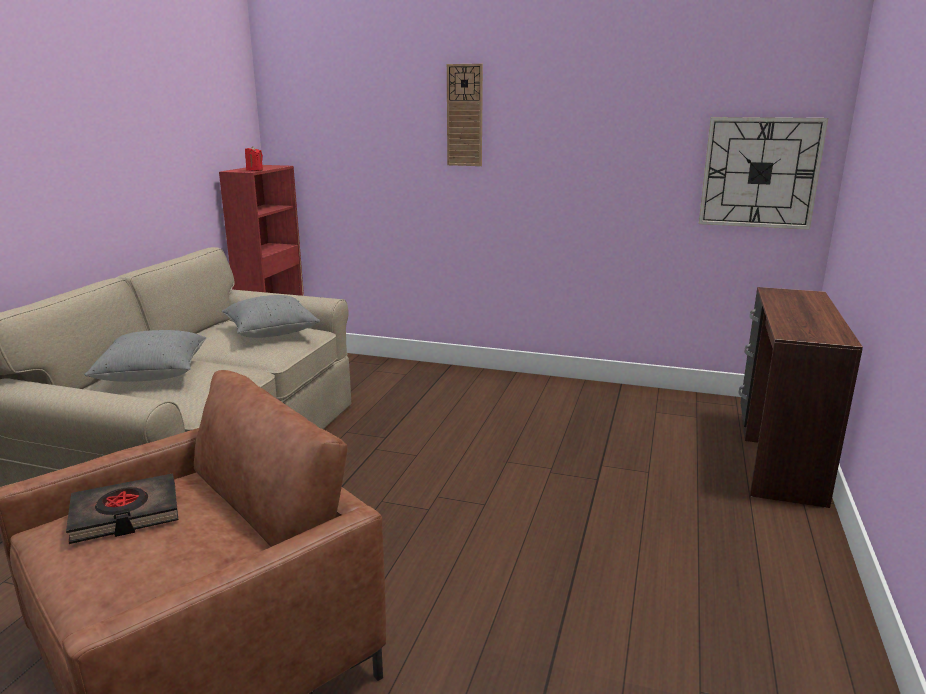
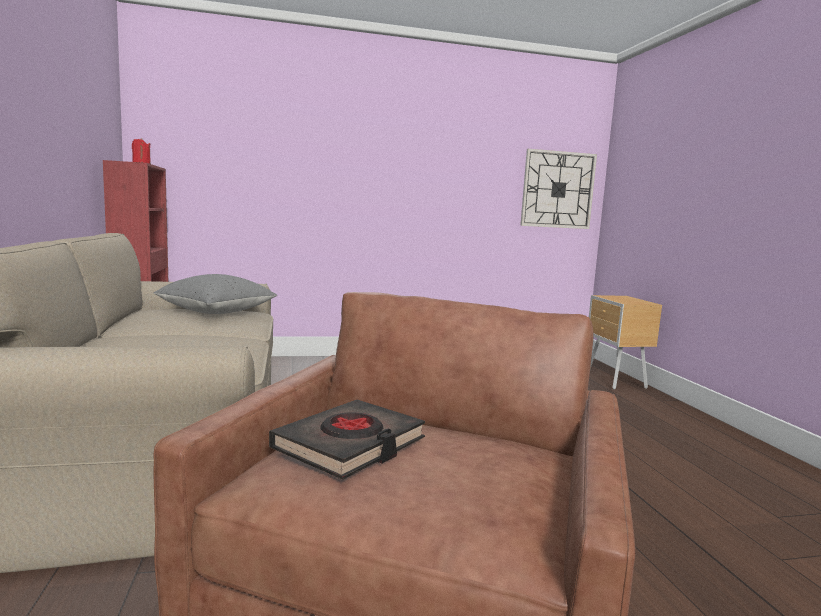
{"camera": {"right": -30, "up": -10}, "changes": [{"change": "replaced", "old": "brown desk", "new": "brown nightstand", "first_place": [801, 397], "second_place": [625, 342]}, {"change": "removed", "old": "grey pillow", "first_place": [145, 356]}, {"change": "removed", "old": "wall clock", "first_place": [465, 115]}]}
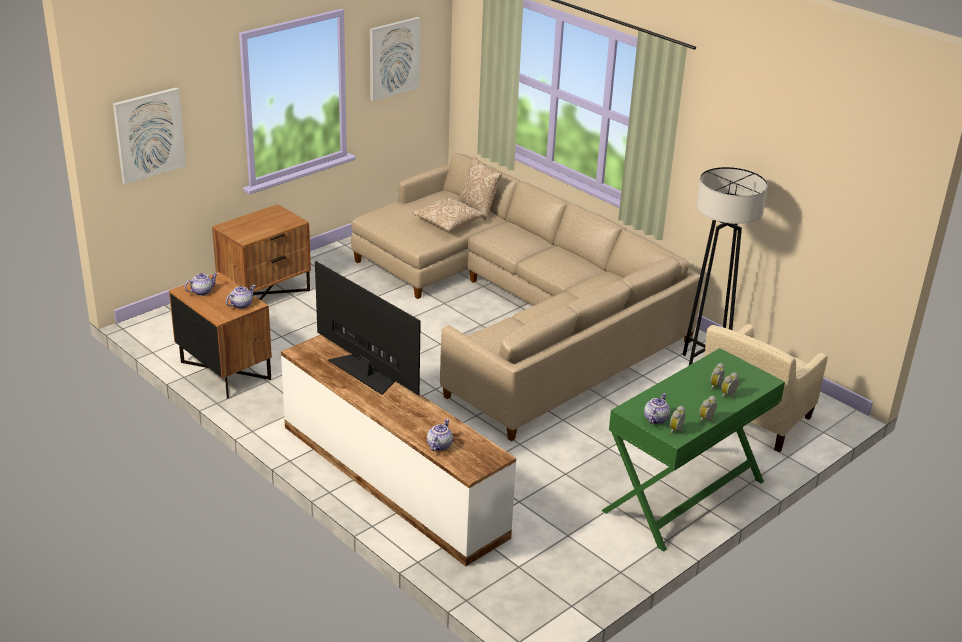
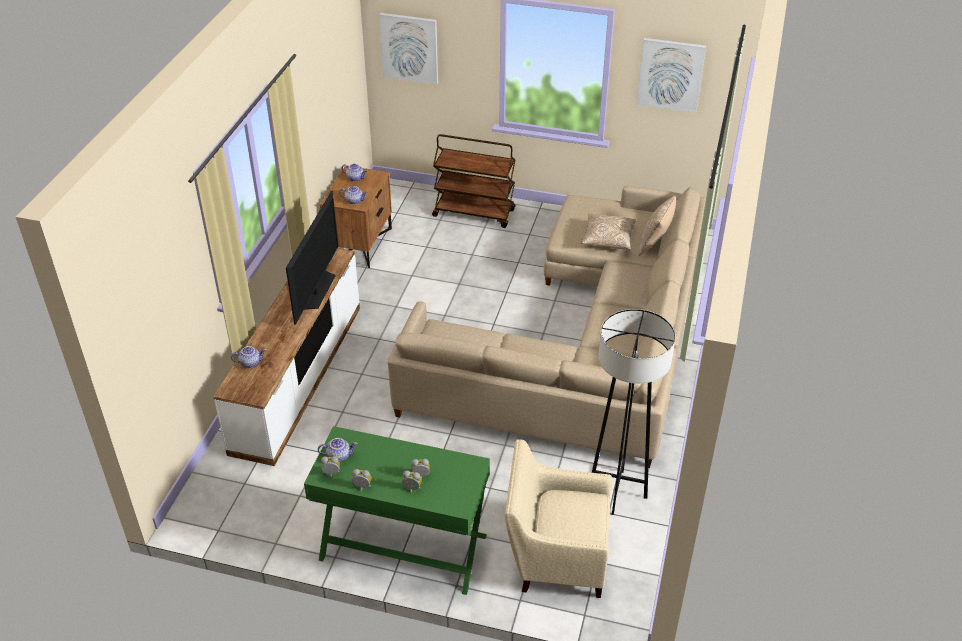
{"camera": {"right": 60, "up": 10}, "changes": [{"change": "replaced", "old": "brown nightstand", "new": "brown cart", "first_place": [261, 252], "second_place": [473, 181]}]}
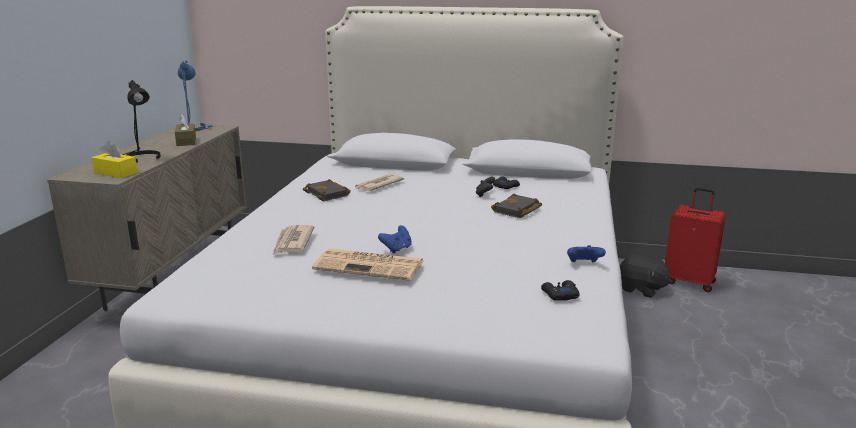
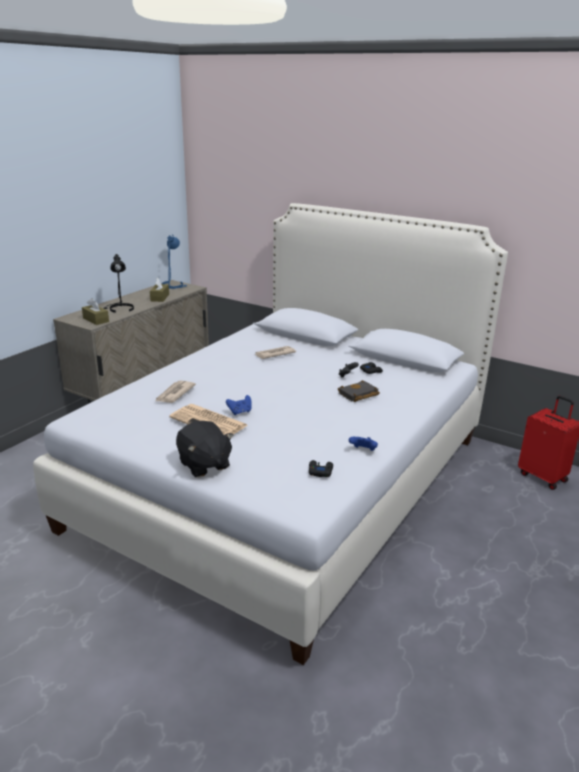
{"camera": {"right": 20, "up": 5}, "changes": [{"change": "recoloured", "old": "yellow tissue box", "new": "brown tissue box", "first_place": [115, 159], "second_place": [95, 311]}, {"change": "moved", "old": "black plush toy", "first_place": [646, 276], "second_place": [204, 449]}, {"change": "removed", "old": "black book", "first_place": [327, 190]}]}
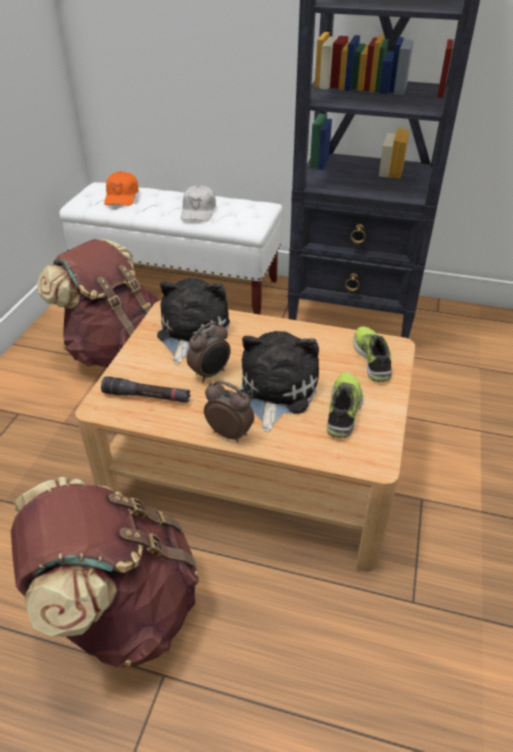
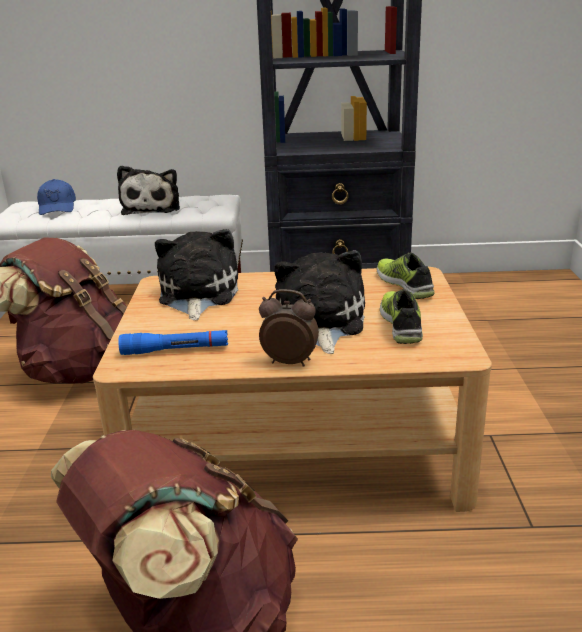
{"camera": {"right": -15, "up": -15}, "changes": [{"change": "recoloured", "old": "orange cap", "new": "blue cap", "first_place": [121, 188], "second_place": [56, 197]}, {"change": "replaced", "old": "white cap", "new": "plush toy", "first_place": [198, 203], "second_place": [148, 190]}, {"change": "recoloured", "old": "black flashlight", "new": "blue flashlight", "first_place": [145, 389], "second_place": [173, 342]}, {"change": "removed", "old": "alarm clock", "first_place": [208, 352]}]}
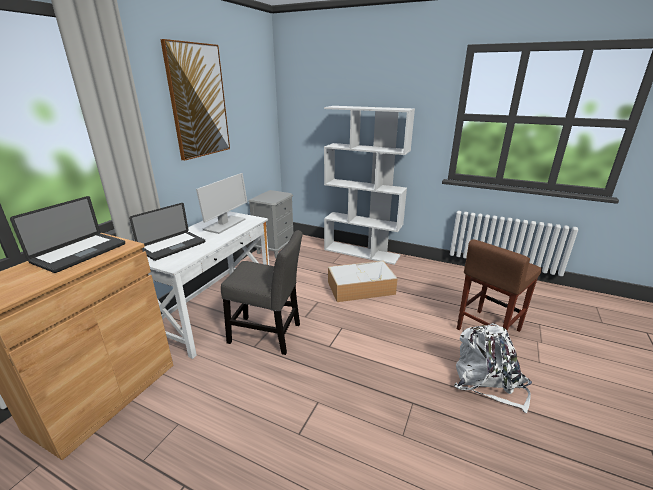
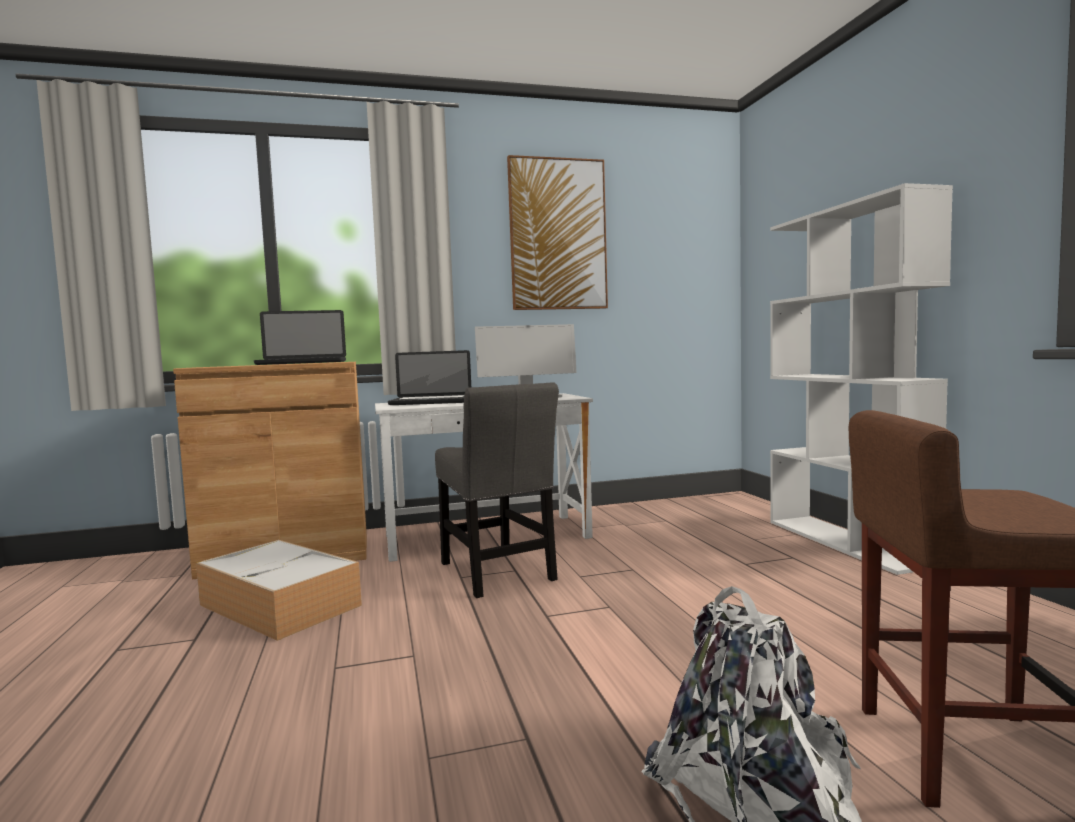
{"camera": {"right": 50, "up": -20}, "changes": [{"change": "moved", "old": "storage box", "first_place": [363, 281], "second_place": [279, 590]}, {"change": "removed", "old": "grey nightstand", "first_place": [270, 224]}]}
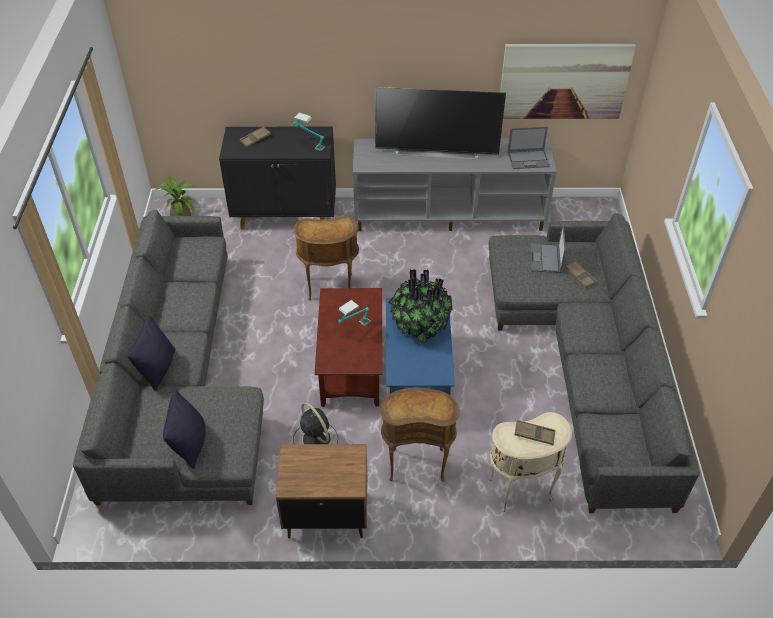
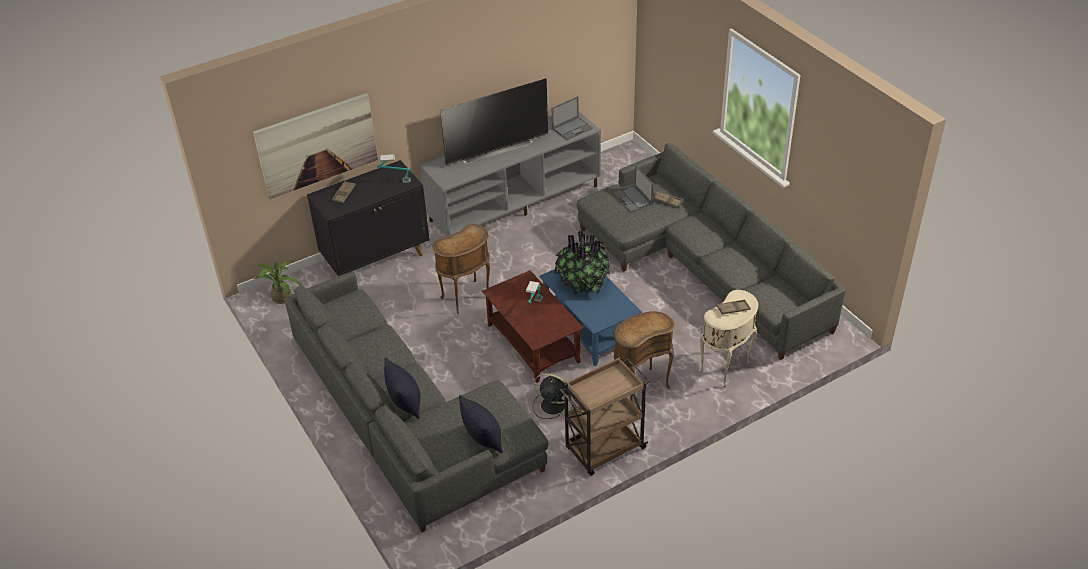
{"camera": {"right": -30, "up": -5}, "changes": [{"change": "moved", "old": "picture", "first_place": [568, 81], "second_place": [315, 146]}, {"change": "replaced", "old": "brown nightstand", "new": "brown cart", "first_place": [321, 491], "second_place": [605, 416]}]}
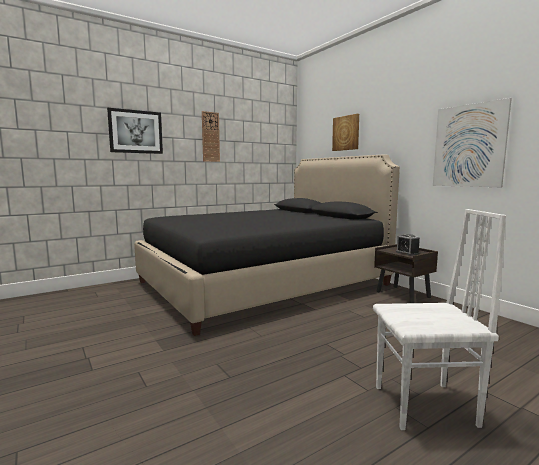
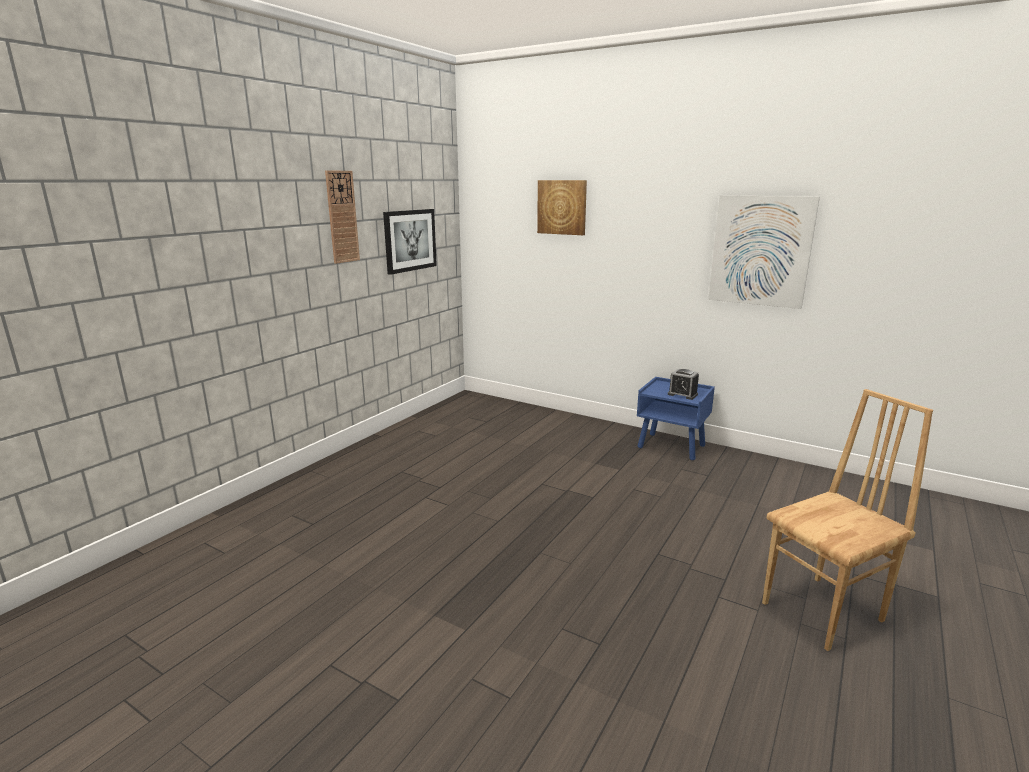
{"camera": {"right": -25, "up": 10}, "changes": [{"change": "moved", "old": "picture", "first_place": [135, 131], "second_place": [410, 242]}, {"change": "recoloured", "old": "brown nightstand", "new": "blue nightstand", "first_place": [406, 273], "second_place": [676, 418]}, {"change": "recoloured", "old": "white chair", "new": "brown chair", "first_place": [439, 319], "second_place": [847, 520]}, {"change": "removed", "old": "black bed", "first_place": [267, 245]}]}
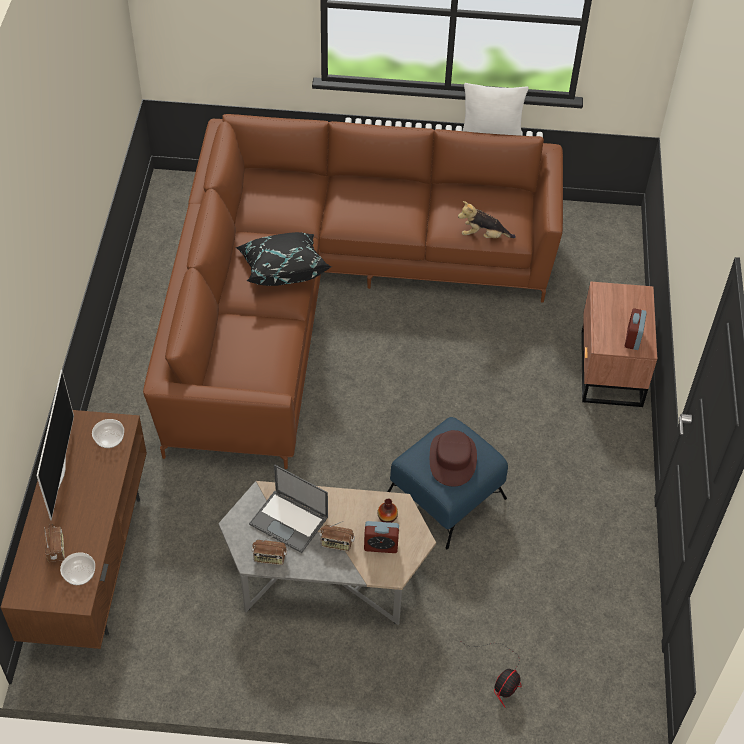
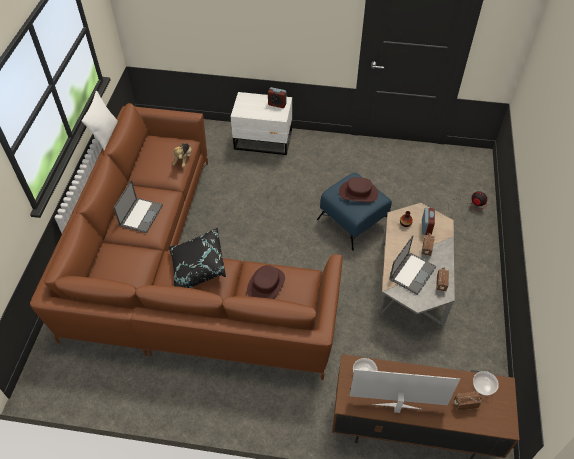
{"camera": {"right": -85, "up": 0}, "changes": [{"change": "added", "new": "laptop", "second_place": [138, 206]}, {"change": "recoloured", "old": "brown nightstand", "new": "white nightstand", "first_place": [619, 344], "second_place": [261, 123]}, {"change": "added", "new": "brown hat", "second_place": [266, 282]}]}
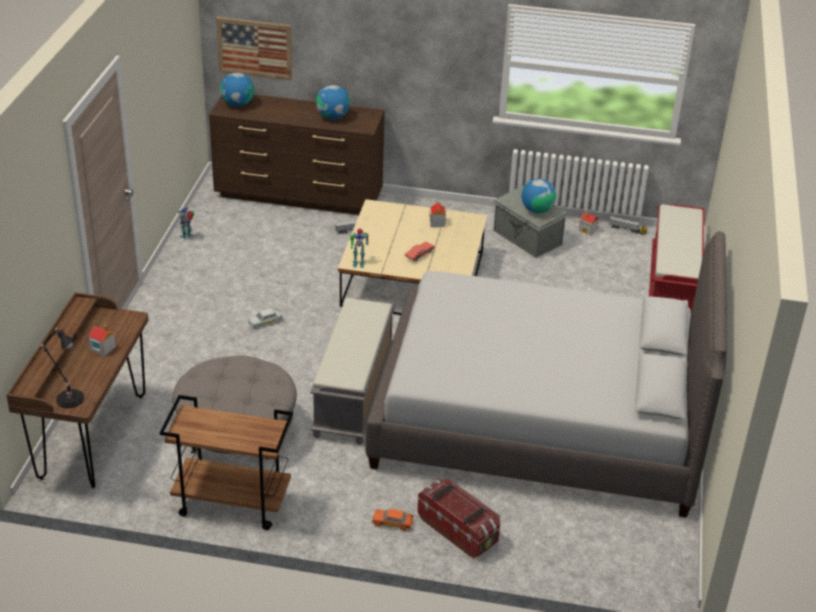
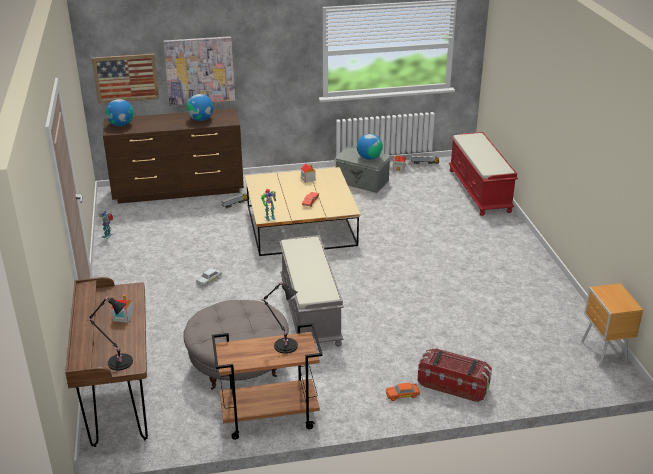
{"camera": {"right": -20, "up": -5}, "changes": [{"change": "added", "new": "picture", "second_place": [199, 70]}, {"change": "added", "new": "black table lamp", "second_place": [280, 318]}, {"change": "added", "new": "brown nightstand", "second_place": [612, 325]}, {"change": "removed", "old": "grey bed", "first_place": [546, 374]}]}
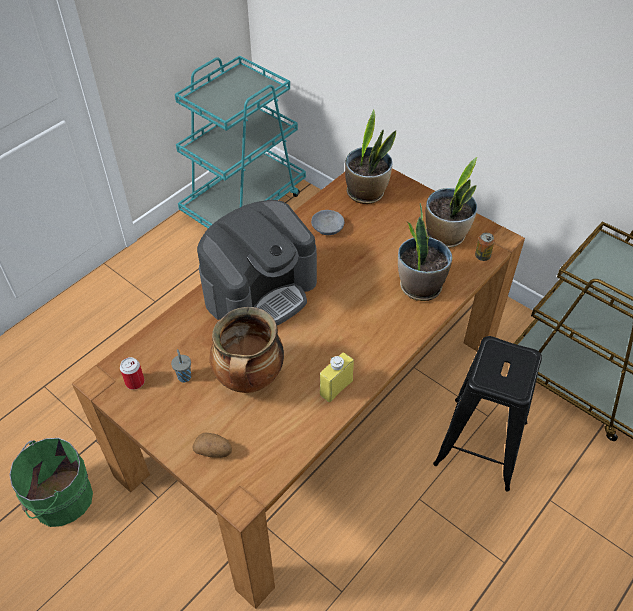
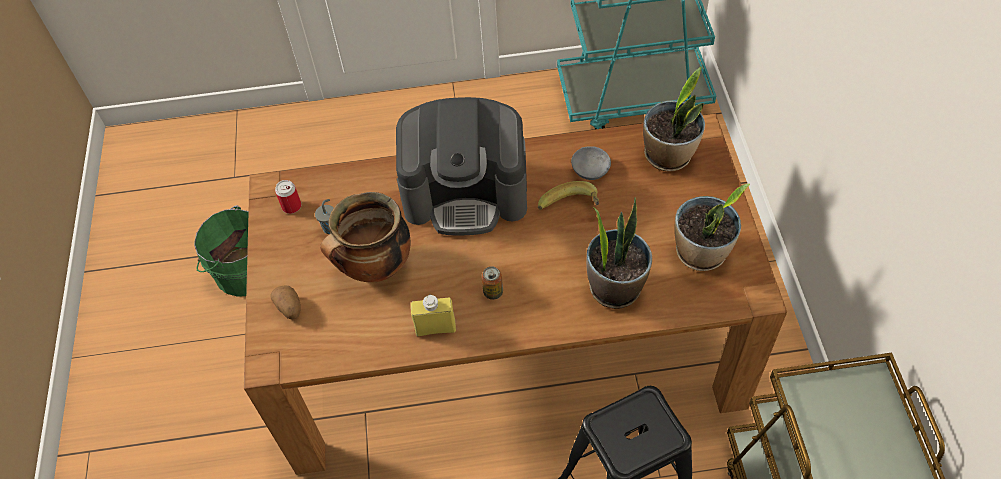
{"camera": {"right": 45, "up": 5}, "changes": [{"change": "moved", "old": "can", "first_place": [485, 247], "second_place": [492, 283]}, {"change": "added", "new": "banana", "second_place": [568, 195]}]}
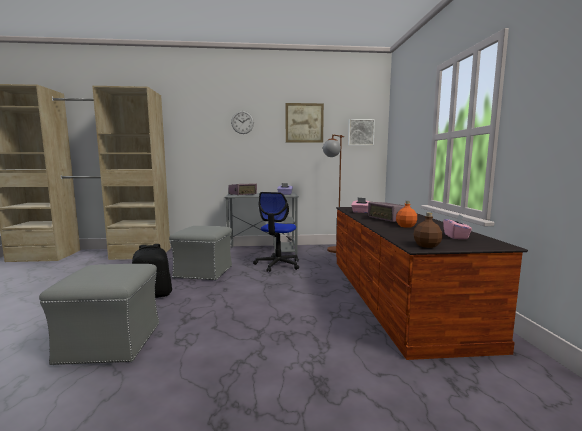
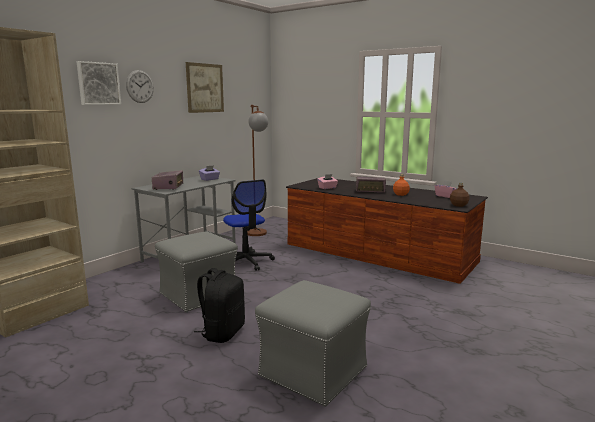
{"camera": {"right": -50, "up": 5}, "changes": [{"change": "moved", "old": "picture", "first_place": [361, 132], "second_place": [98, 83]}]}
